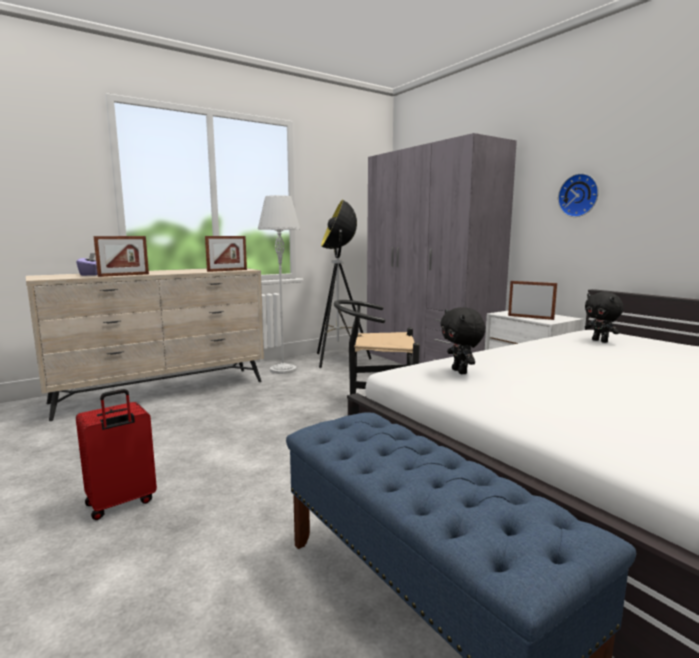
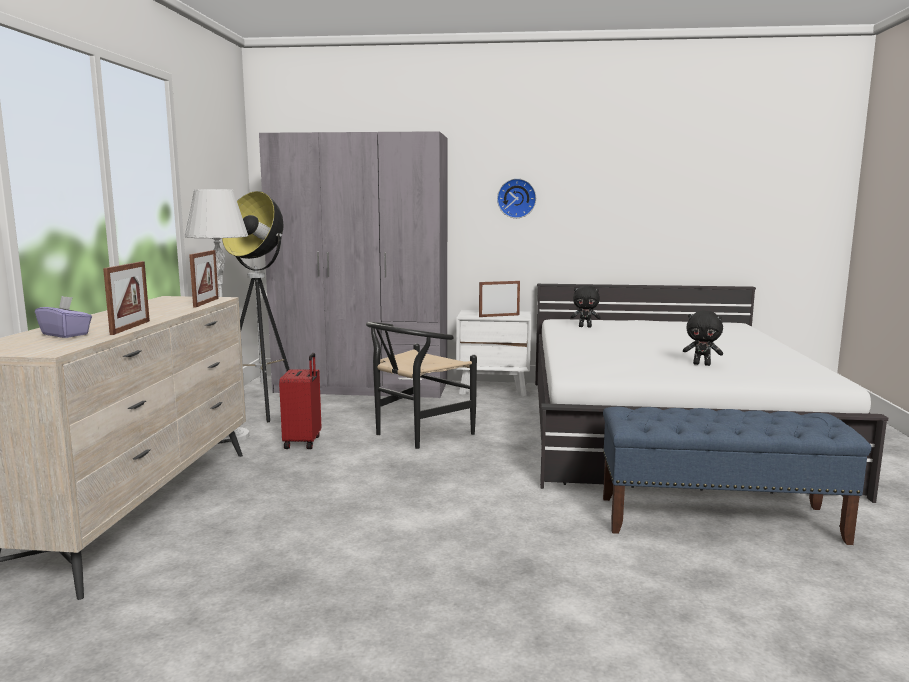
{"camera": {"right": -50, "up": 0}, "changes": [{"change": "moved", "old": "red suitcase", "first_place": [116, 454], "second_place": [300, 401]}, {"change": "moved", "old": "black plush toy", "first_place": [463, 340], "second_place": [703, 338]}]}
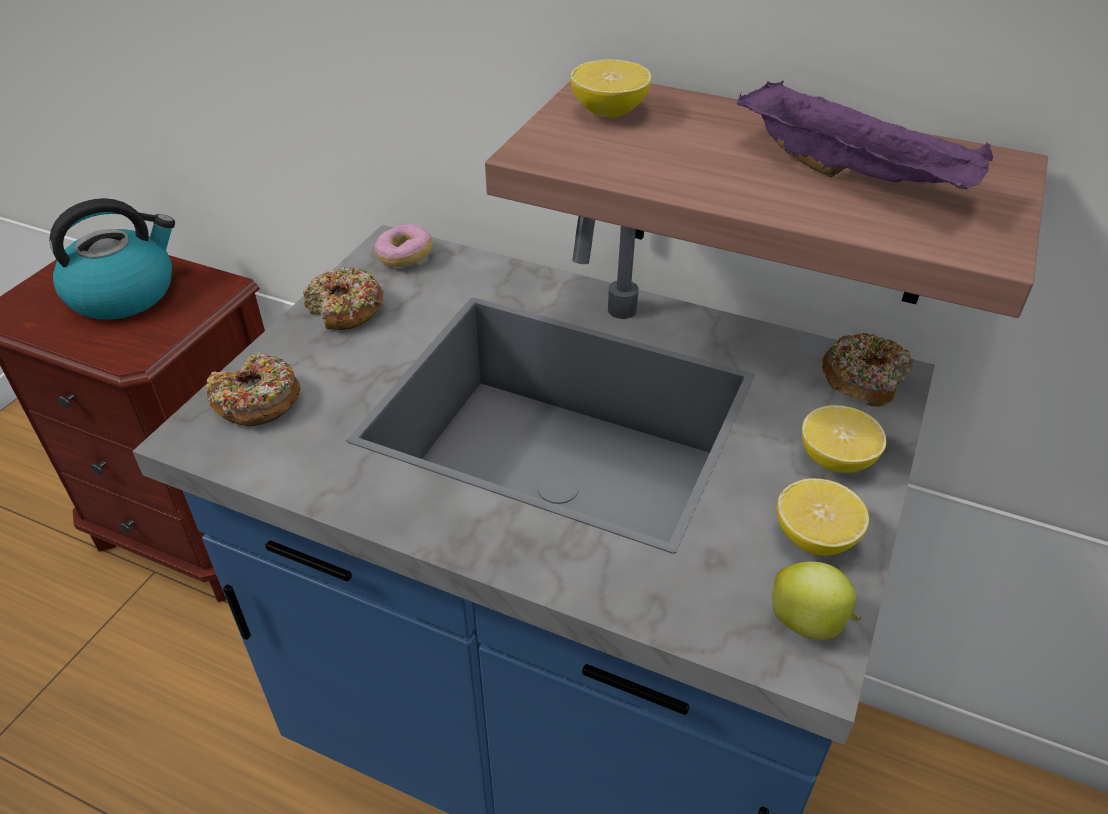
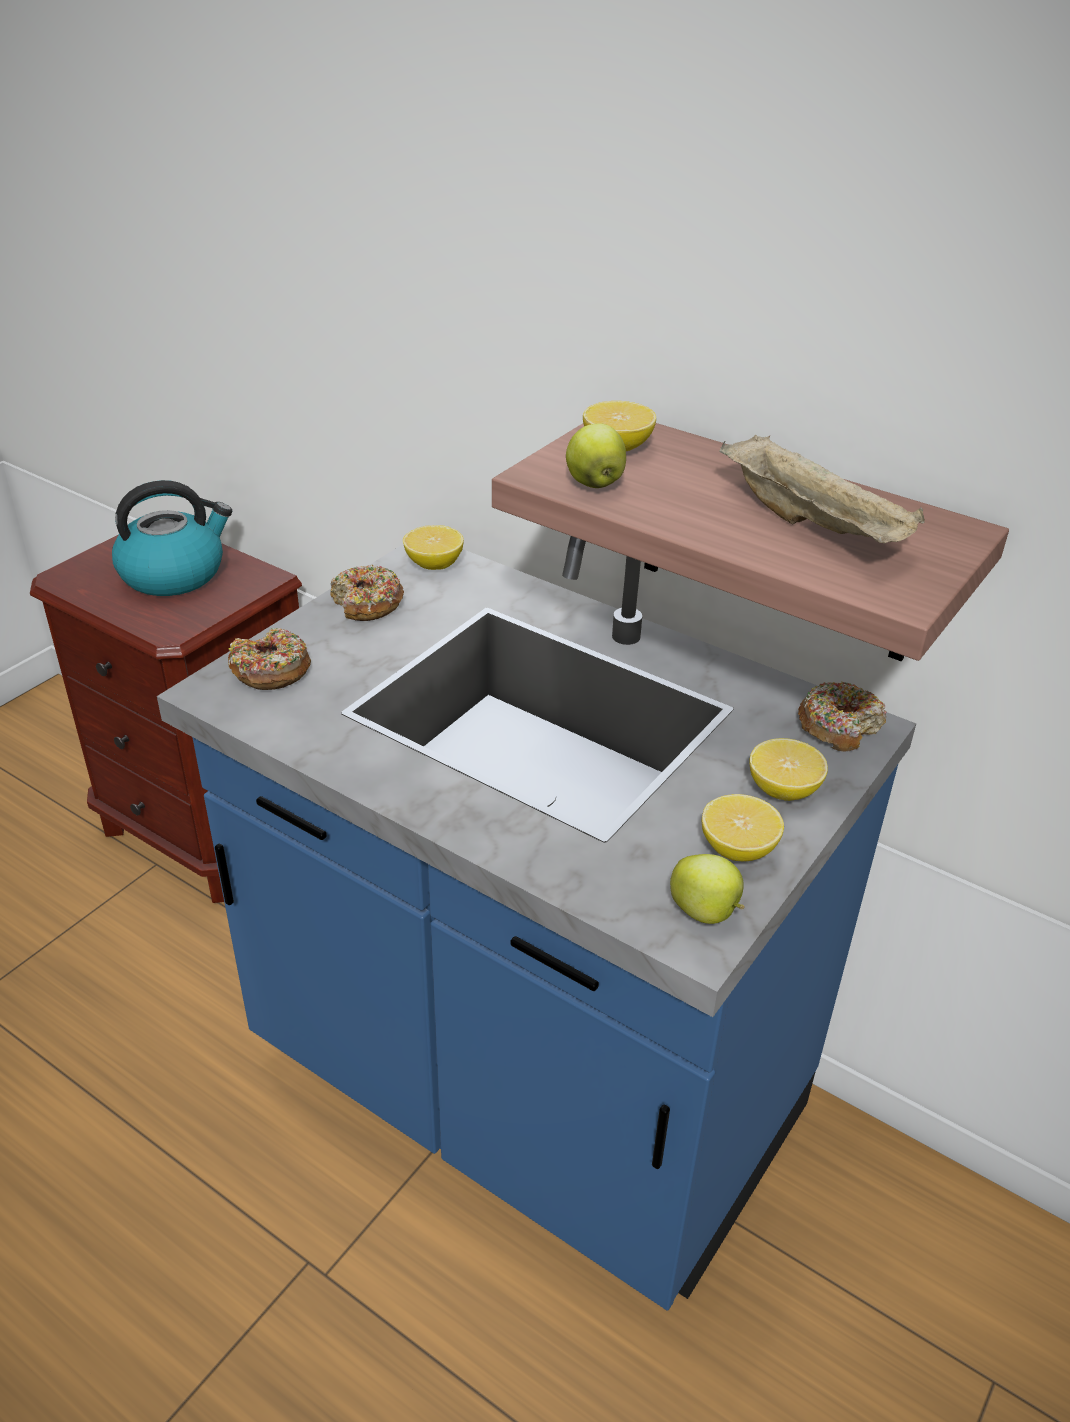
{"camera": {"right": 10, "up": -5}, "changes": [{"change": "replaced", "old": "donut", "new": "lemon", "first_place": [404, 245], "second_place": [433, 547]}, {"change": "added", "new": "apple", "second_place": [596, 455]}, {"change": "recoloured", "old": "purple tray", "new": "beige tray", "first_place": [865, 134], "second_place": [822, 489]}]}
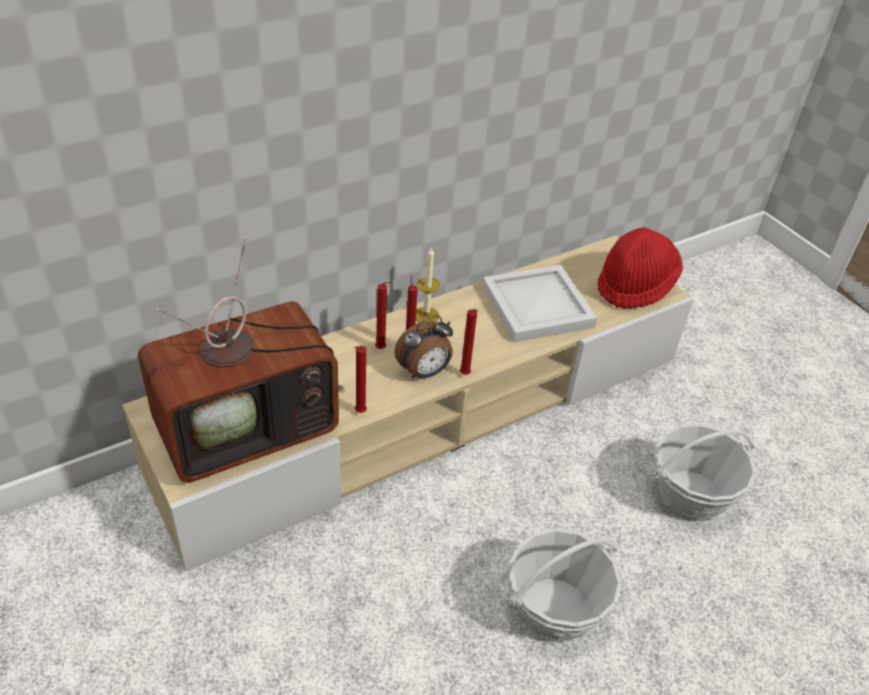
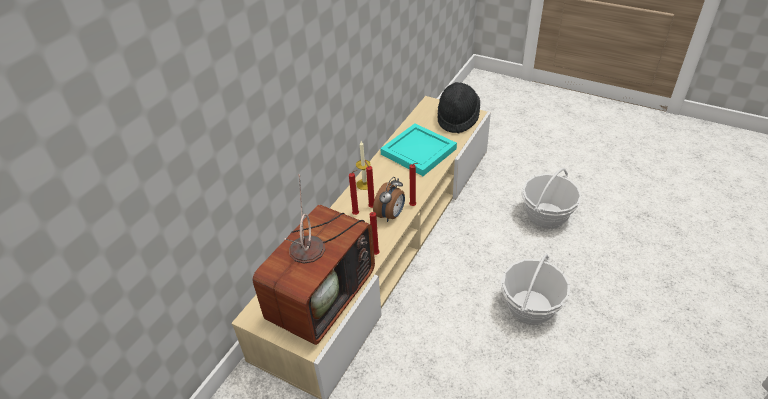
{"camera": {"right": -25, "up": 0}, "changes": [{"change": "recoloured", "old": "white tray", "new": "turquoise tray", "first_place": [539, 303], "second_place": [418, 149]}, {"change": "recoloured", "old": "red hat", "new": "black hat", "first_place": [640, 268], "second_place": [458, 108]}]}
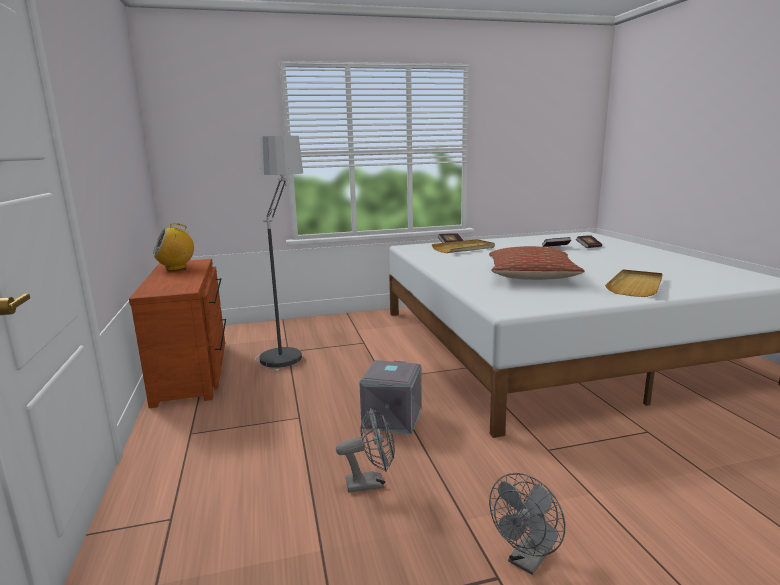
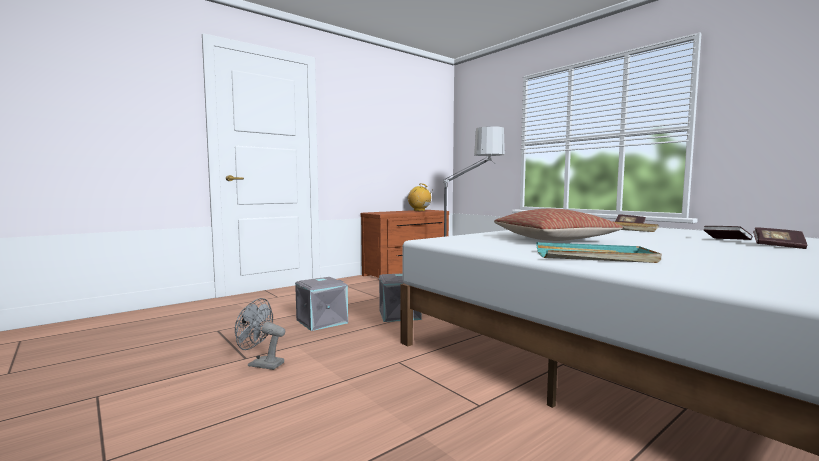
{"camera": {"right": 65, "up": -10}, "changes": [{"change": "replaced", "old": "grey fan", "new": "grey storage box", "first_place": [365, 450], "second_place": [321, 304]}, {"change": "recoloured", "old": "beige tray", "new": "turquoise tray", "first_place": [634, 283], "second_place": [598, 252]}]}
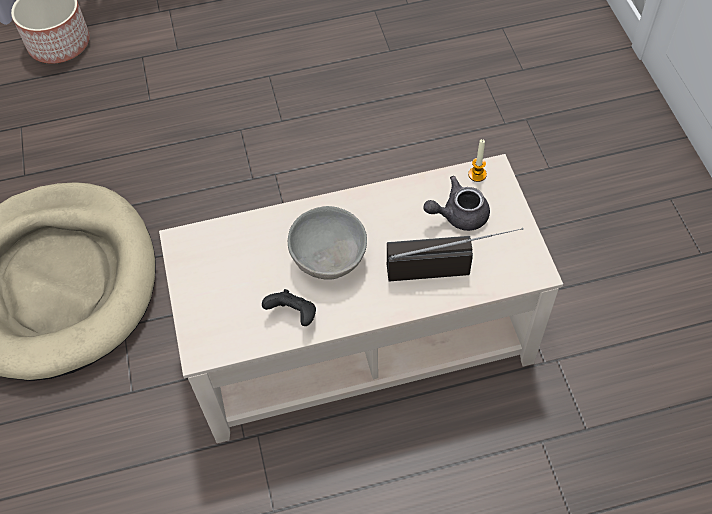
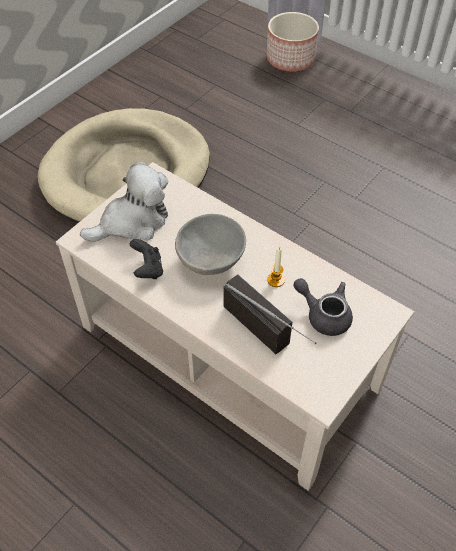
{"camera": {"right": 50, "up": -5}, "changes": [{"change": "added", "new": "plush toy", "second_place": [124, 202]}, {"change": "moved", "old": "candle", "first_place": [477, 160], "second_place": [276, 267]}]}
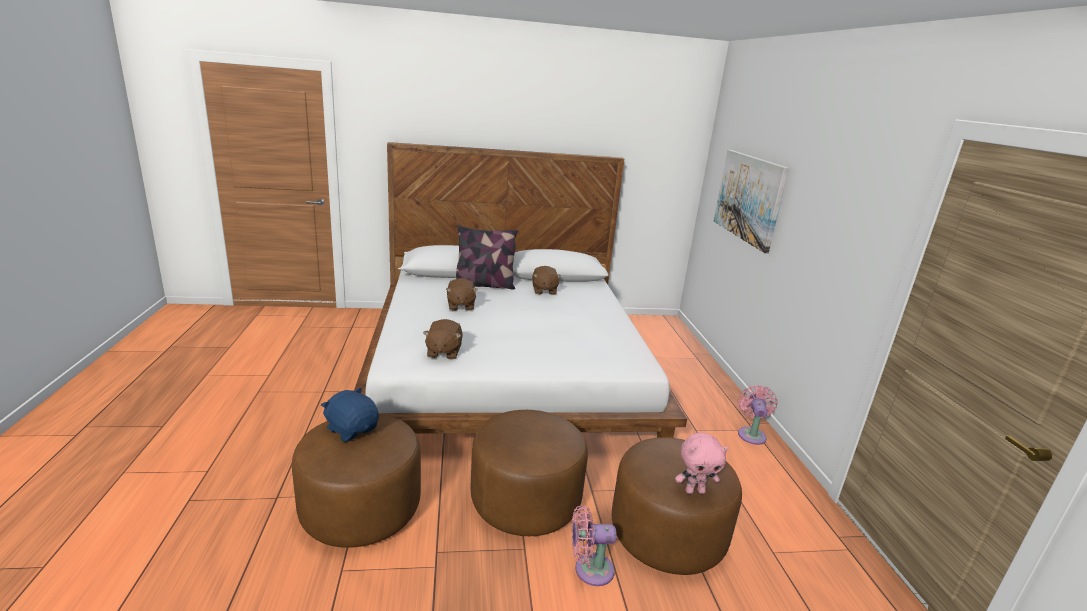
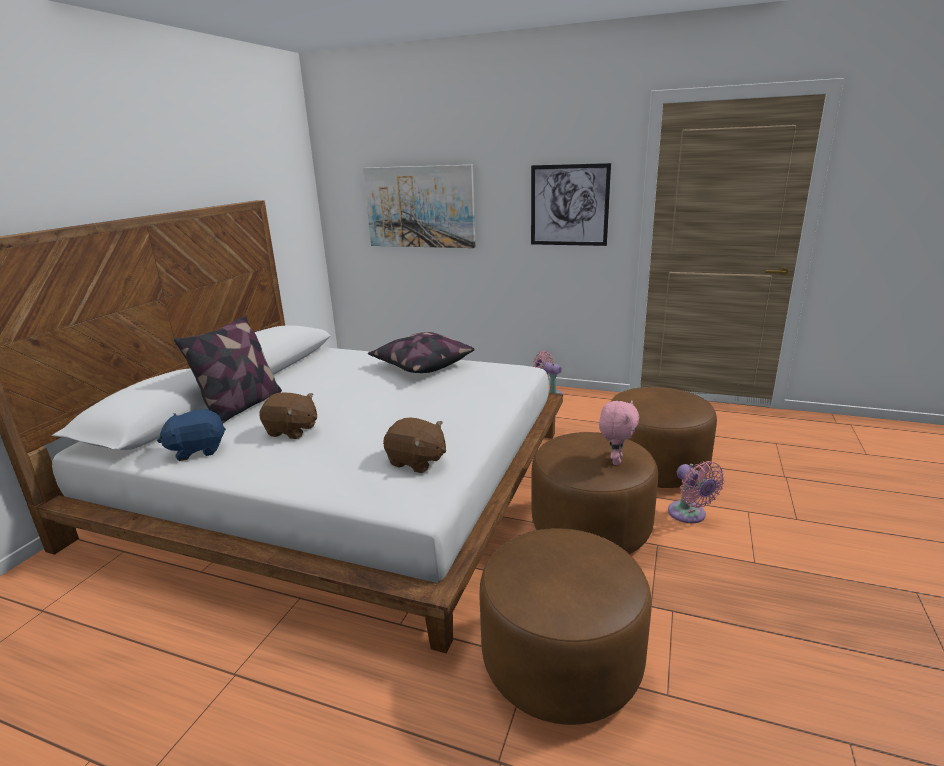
{"camera": {"right": -60, "up": 0}, "changes": [{"change": "moved", "old": "blue plush toy", "first_place": [350, 415], "second_place": [191, 435]}, {"change": "added", "new": "pillow", "second_place": [421, 352]}, {"change": "added", "new": "picture", "second_place": [571, 204]}, {"change": "moved", "old": "pink plush toy", "first_place": [701, 463], "second_place": [619, 432]}, {"change": "turned", "old": "pink fan", "first_place": [594, 545], "second_place": [696, 492], "degrees": -45}, {"change": "removed", "old": "brown plush toy", "first_place": [546, 280]}]}
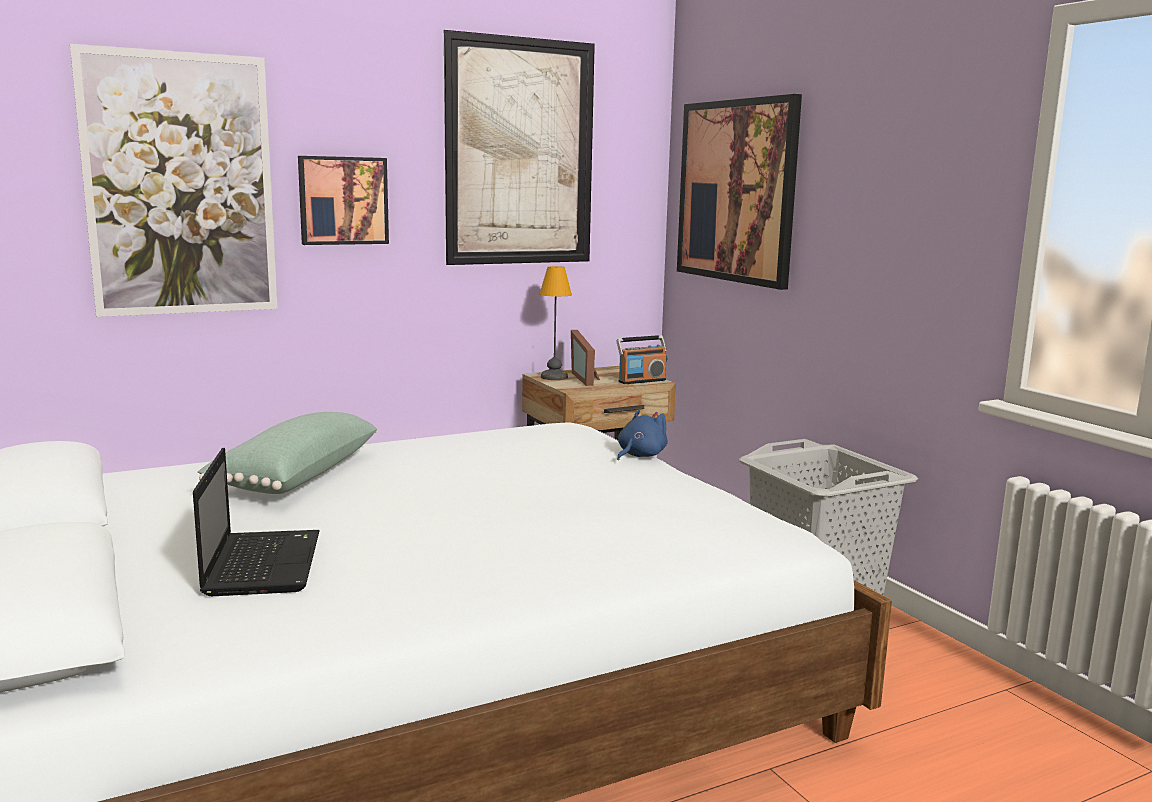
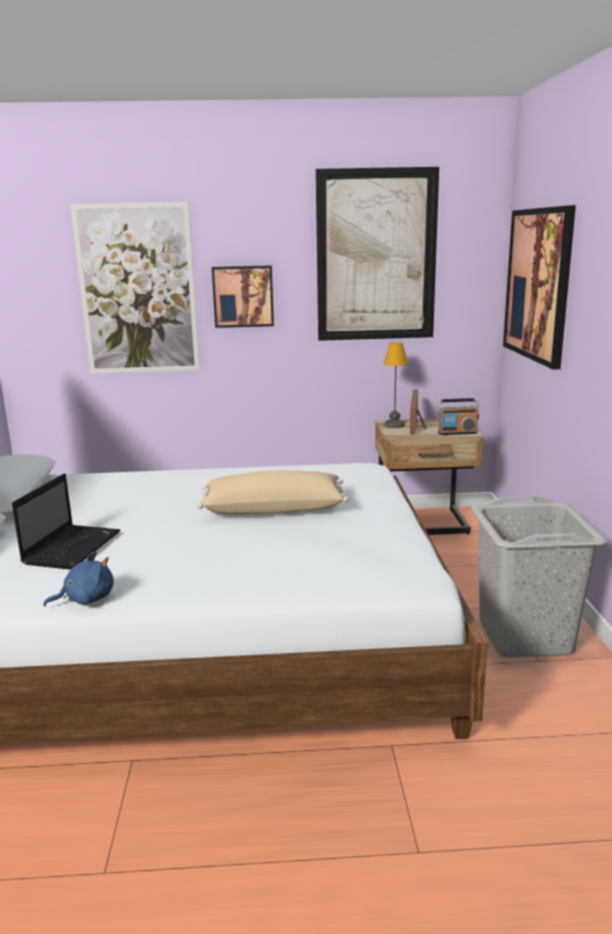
{"camera": {"right": 25, "up": 5}, "changes": [{"change": "moved", "old": "blue plush toy", "first_place": [642, 434], "second_place": [78, 578]}, {"change": "added", "new": "beige pillow", "second_place": [273, 492]}, {"change": "removed", "old": "green pillow", "first_place": [287, 453]}]}
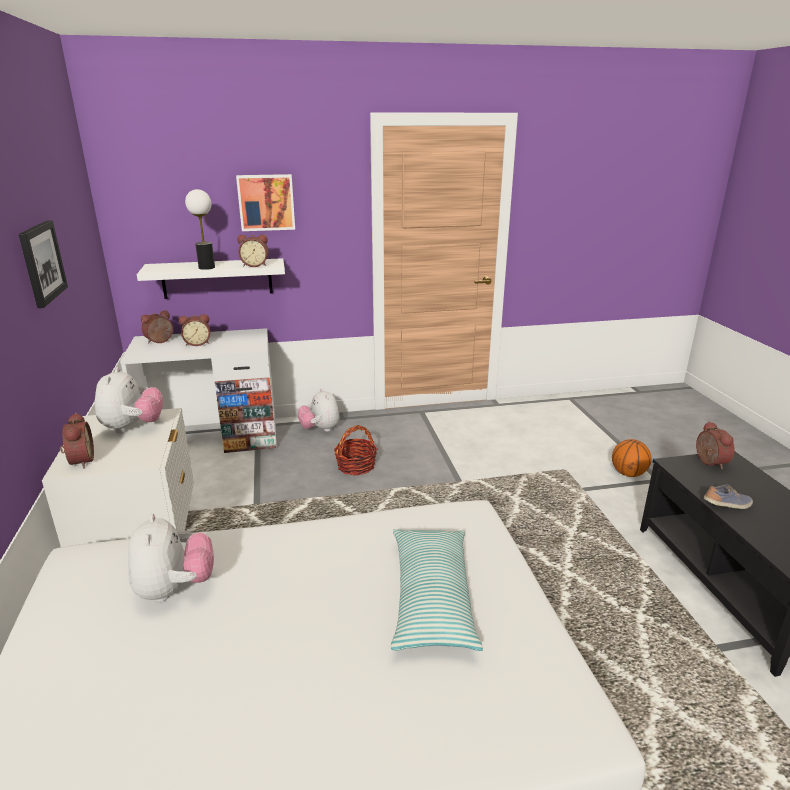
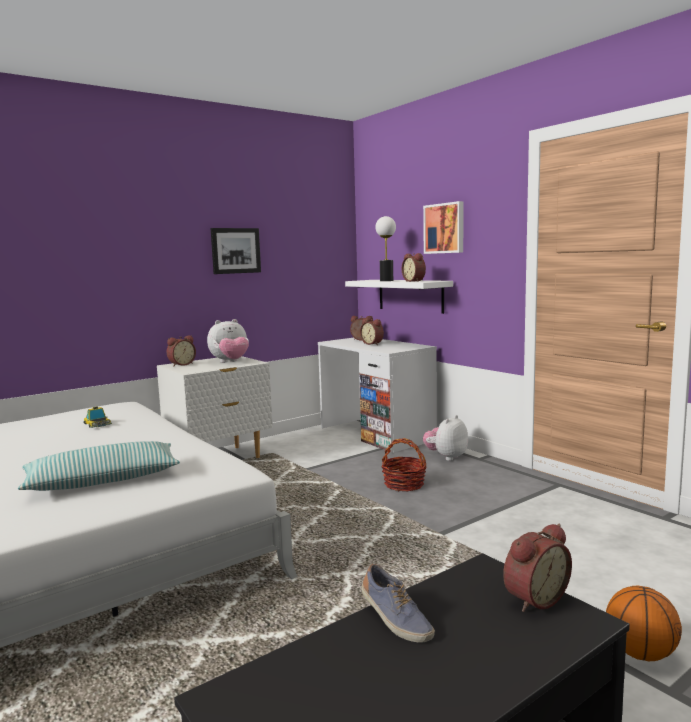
{"camera": {"right": 65, "up": -15}, "changes": [{"change": "replaced", "old": "plush toy", "new": "toy car", "first_place": [171, 558], "second_place": [97, 417]}]}
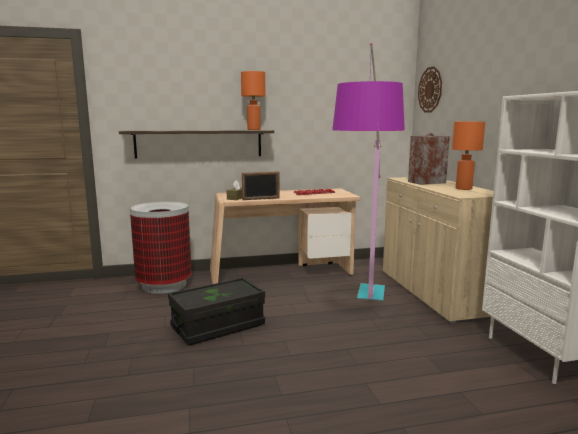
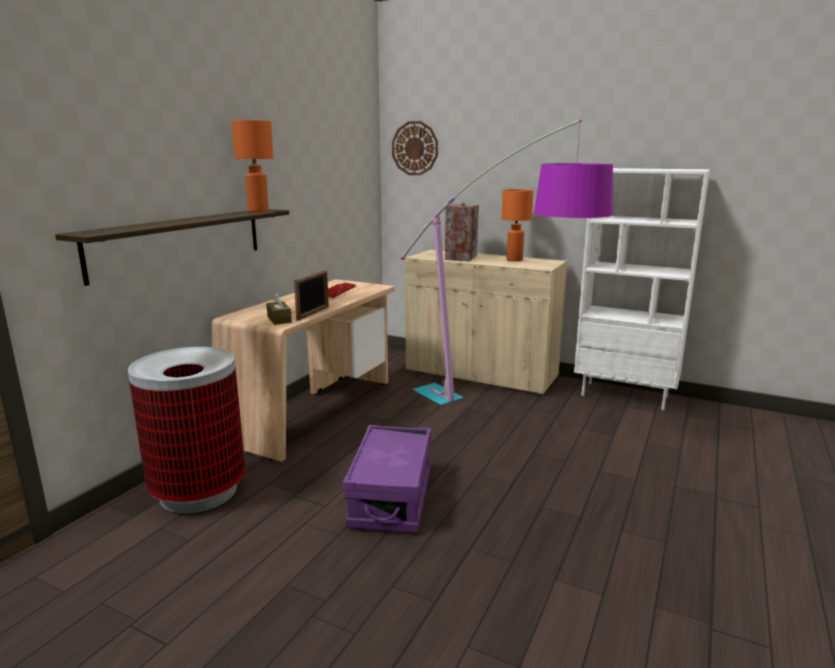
{"camera": {"right": -50, "up": 5}, "changes": [{"change": "recoloured", "old": "black storage box", "new": "purple storage box", "first_place": [216, 311], "second_place": [387, 479]}]}
